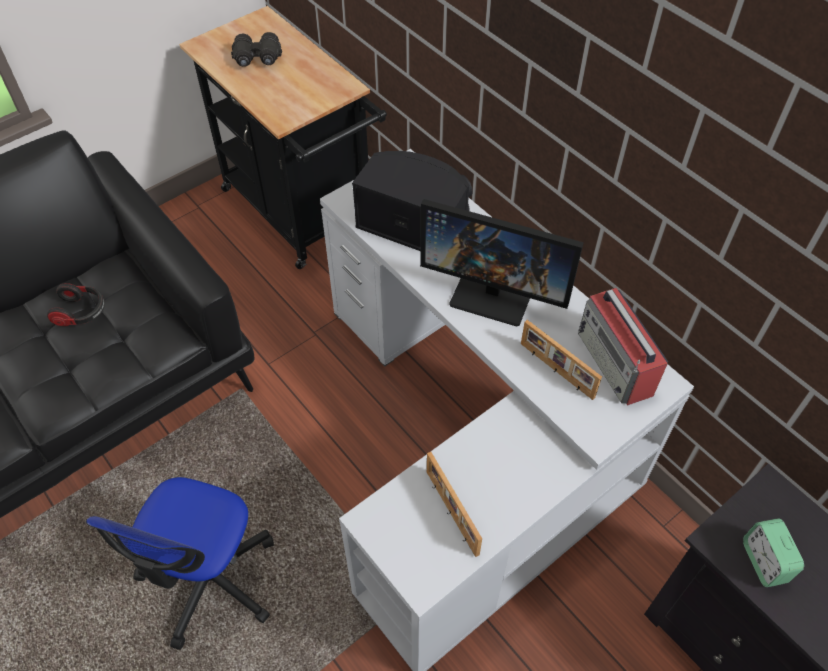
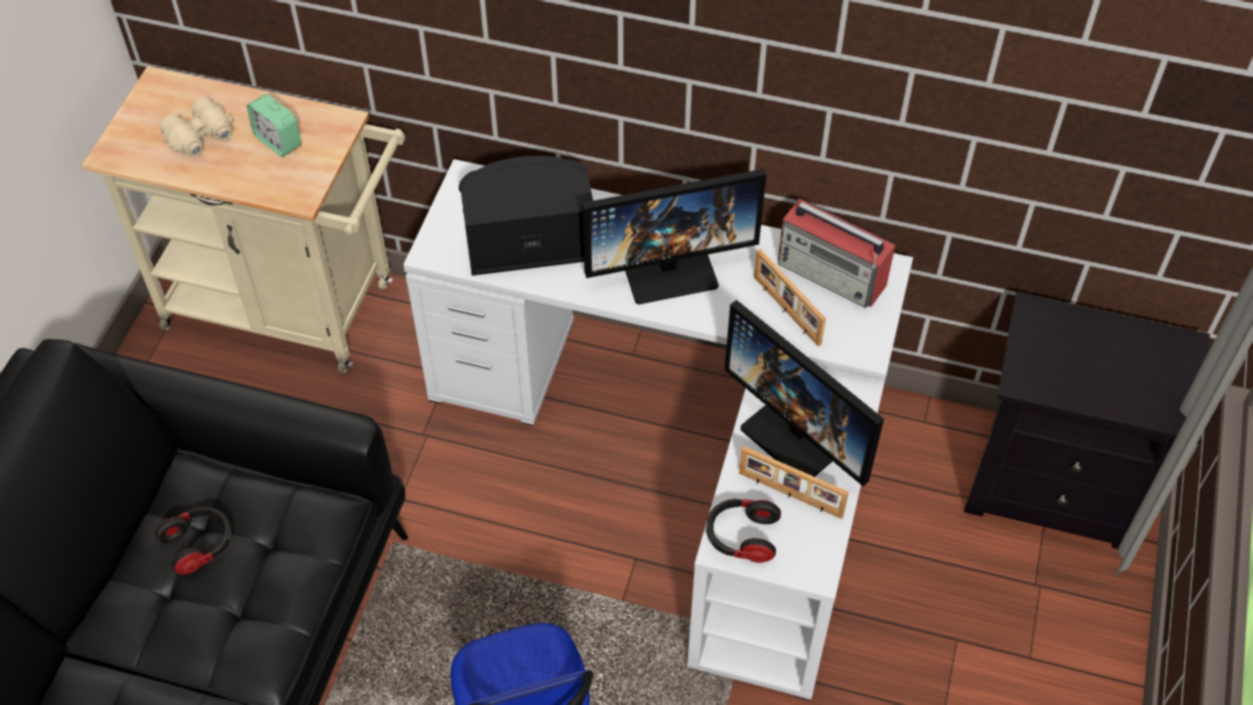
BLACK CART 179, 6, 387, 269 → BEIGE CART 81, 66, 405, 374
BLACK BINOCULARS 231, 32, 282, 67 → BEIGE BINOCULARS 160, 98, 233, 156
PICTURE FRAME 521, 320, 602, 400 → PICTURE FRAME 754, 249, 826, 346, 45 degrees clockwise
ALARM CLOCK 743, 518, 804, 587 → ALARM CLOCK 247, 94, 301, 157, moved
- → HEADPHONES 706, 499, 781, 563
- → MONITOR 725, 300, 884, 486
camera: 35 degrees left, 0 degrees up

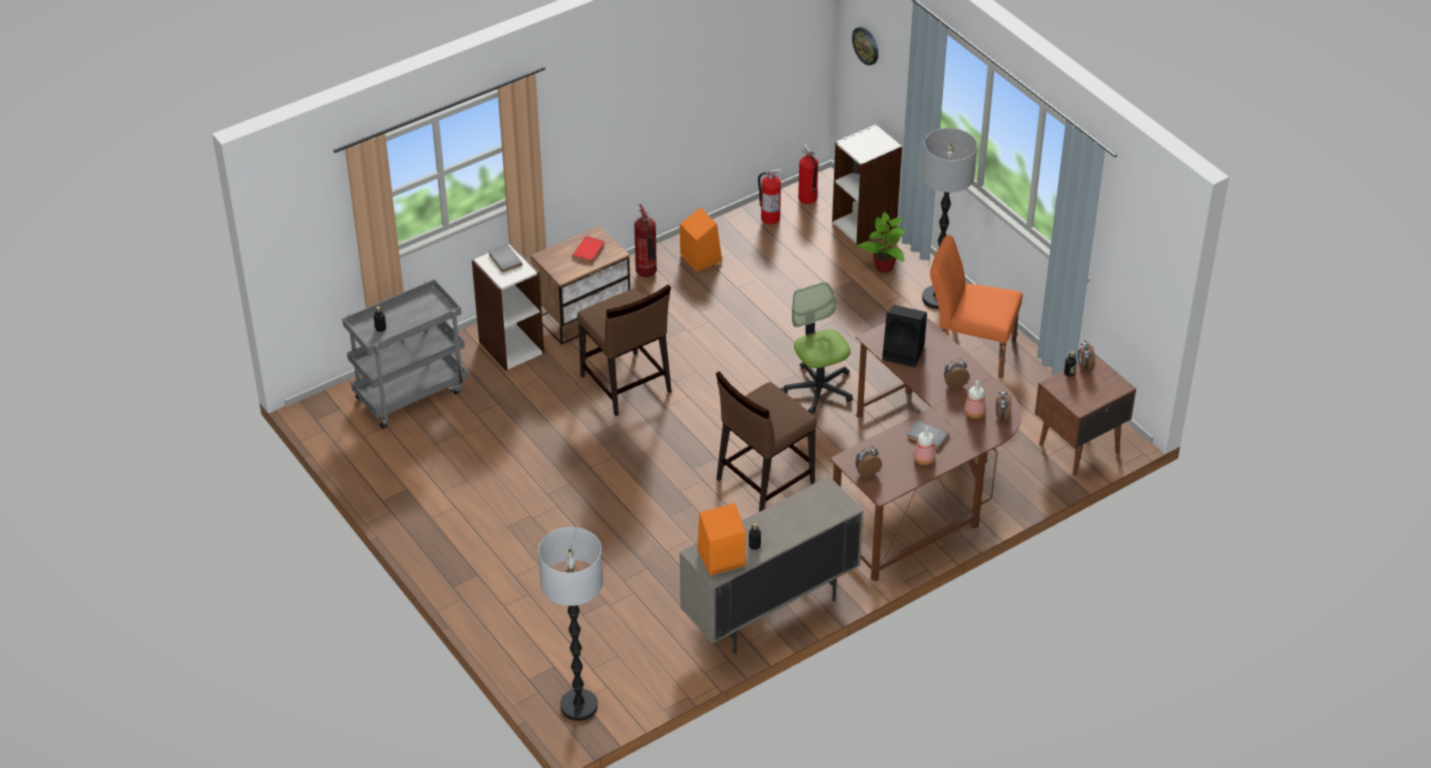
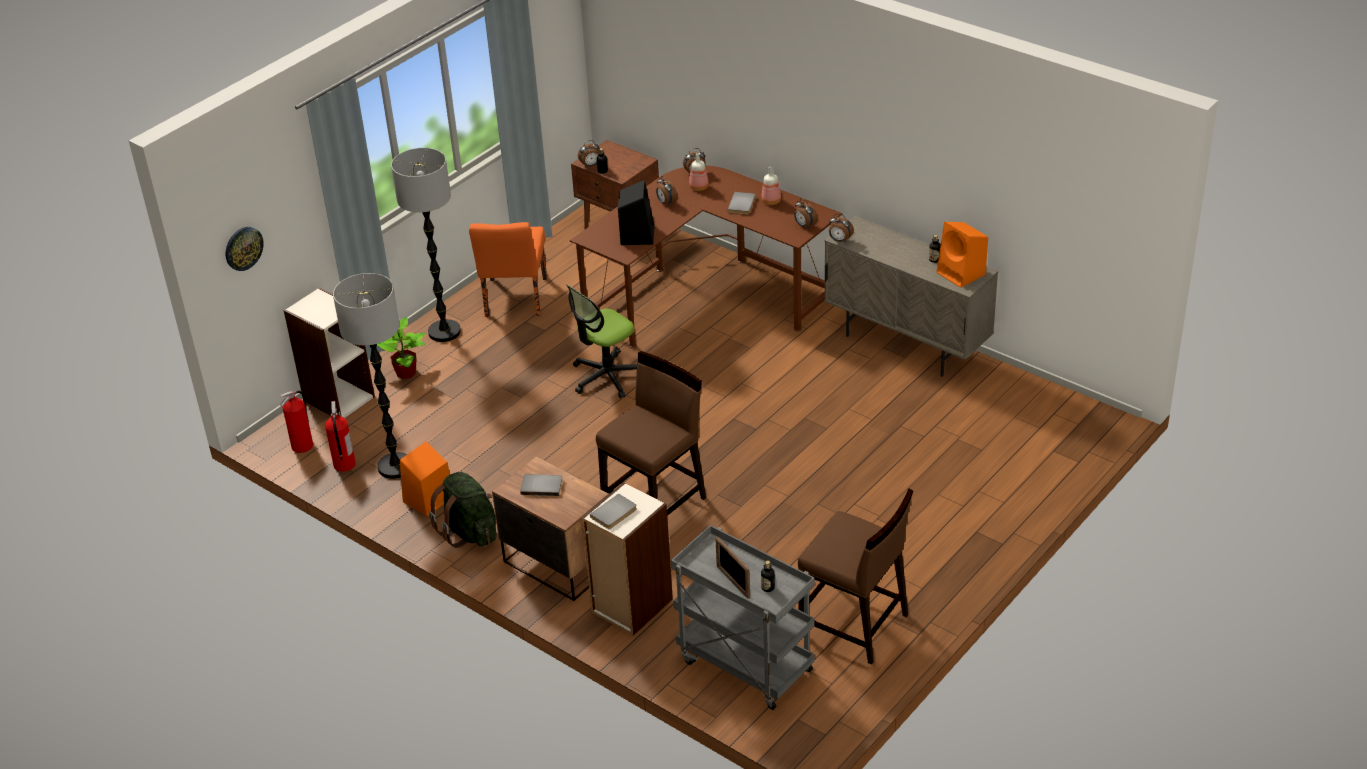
FLOOR LAMP 538, 527, 603, 721 → FLOOR LAMP 333, 273, 407, 479, moved
RED BOOK 572, 236, 605, 264 → GREY BOOK 520, 474, 563, 496
FIRE EXTINGUISHER 634, 204, 657, 277 → GREEN BACKPACK 429, 472, 497, 548
BROWN CHAIR 716, 371, 817, 512 → BROWN CHAIR 798, 488, 913, 665, moved
- → PICTURE FRAME 716, 536, 750, 599
- → ALARM CLOCK 829, 214, 854, 243
camera: 105 degrees left, 5 degrees down

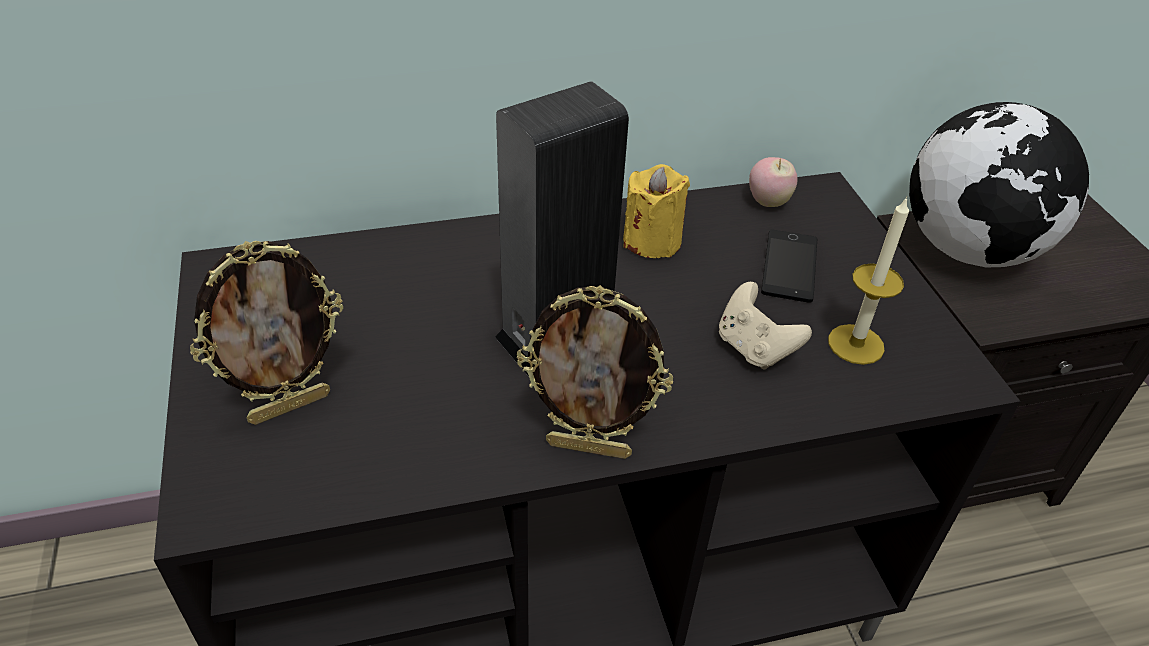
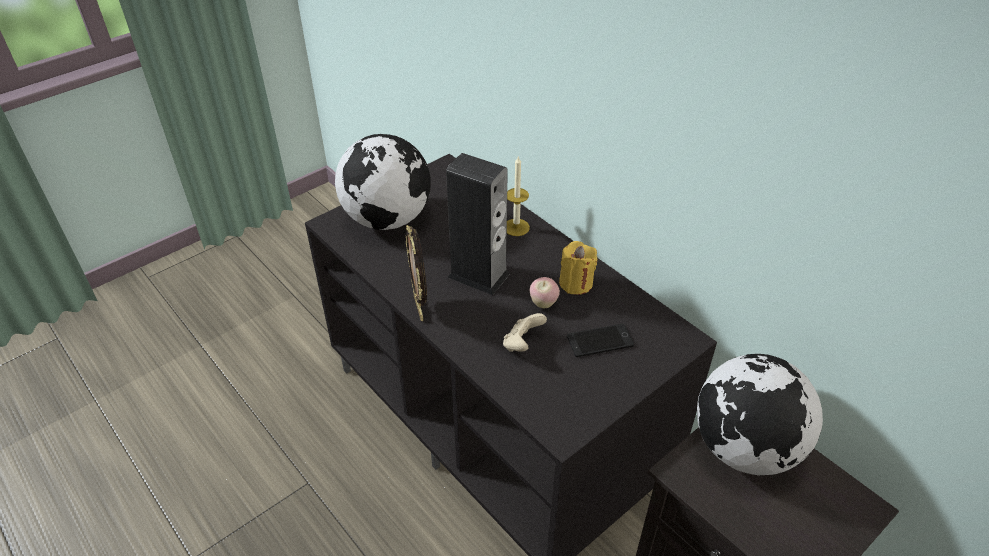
PICTURE FRAME 190, 241, 343, 425 → GLOBE 335, 134, 431, 230
APPLE 749, 157, 798, 207 → APPLE 530, 277, 560, 308, moved
CANDLE 828, 196, 909, 365 → CANDLE 507, 155, 530, 236, moved
camera: 65 degrees right, 0 degrees up

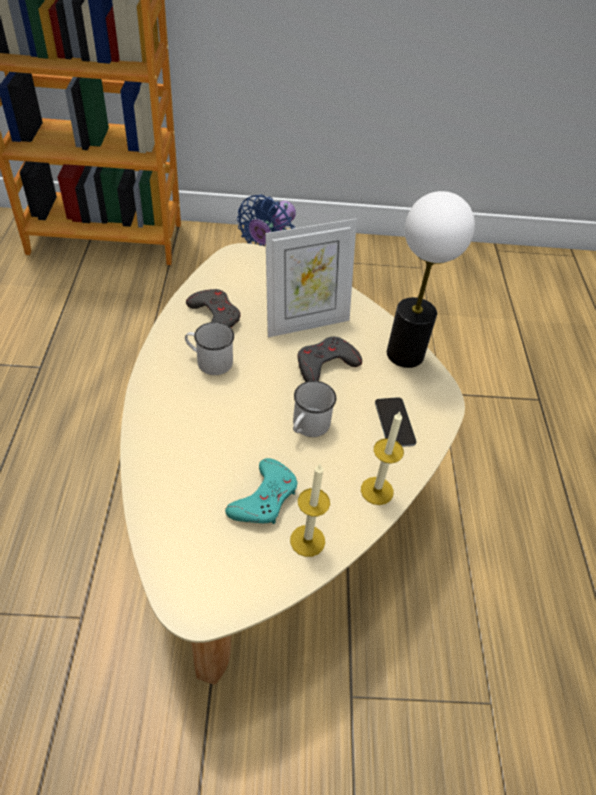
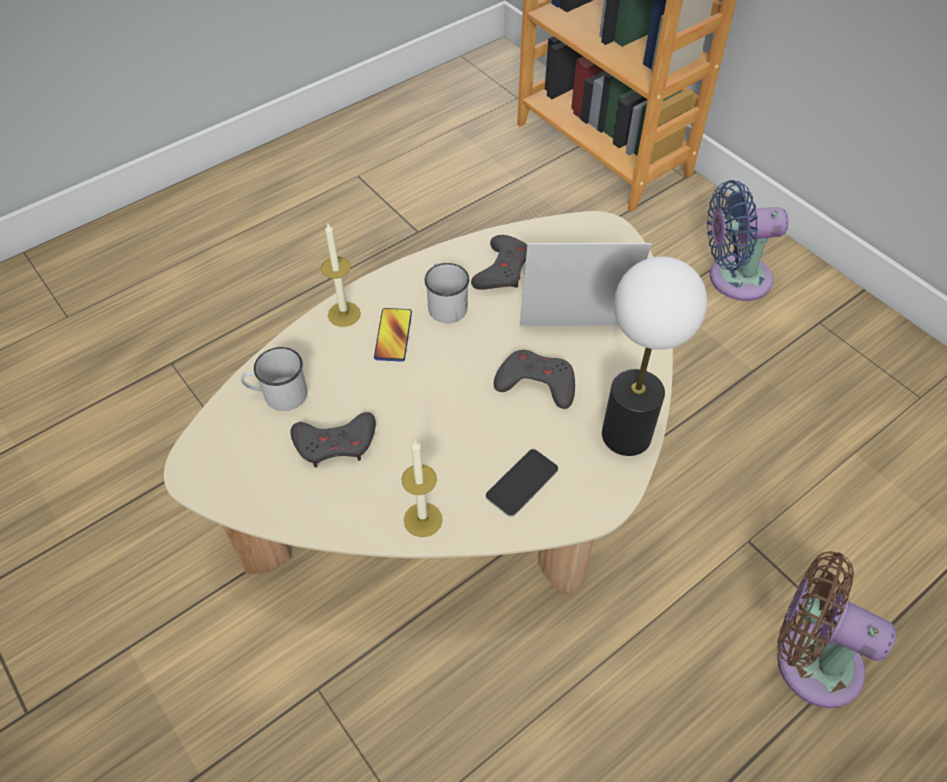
TURQUOISE GAME CONTROLLER 225, 458, 297, 524 → GREY GAME CONTROLLER 290, 412, 376, 467
PICTURE FRAME 265, 219, 357, 337 → PICTURE FRAME 520, 243, 651, 326, 150 degrees clockwise
CANDLE 290, 464, 330, 557 → CANDLE 321, 222, 361, 327, moved
WHITE MUG 293, 381, 336, 437 → WHITE MUG 241, 347, 308, 411, moved
- → PHONE 374, 308, 412, 362
- → BROWN FAN 777, 551, 897, 708
camera: 55 degrees right, 5 degrees up

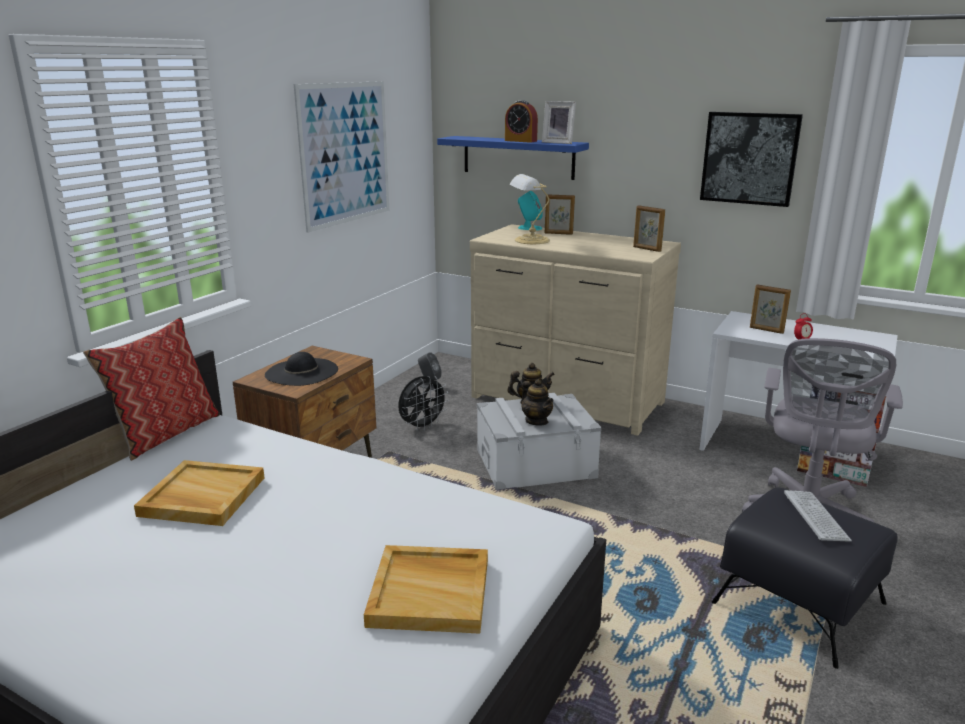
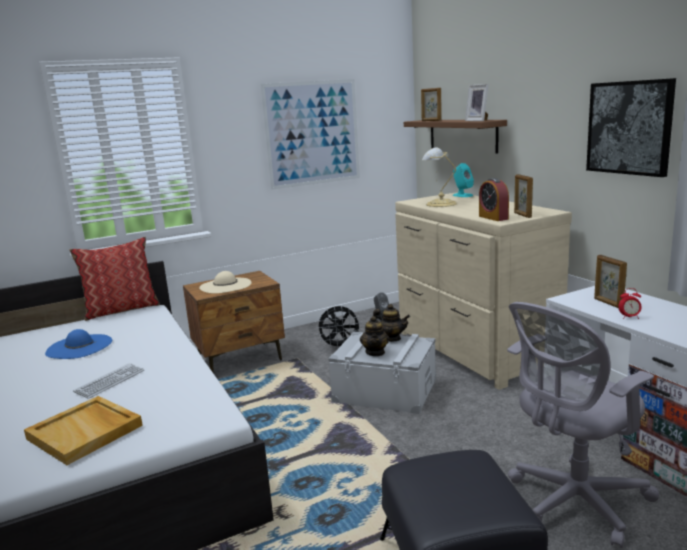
BEIGE TRAY 134, 460, 265, 526 → BLUE HAT 45, 329, 112, 359
BLACK HAT 265, 352, 338, 386 → BEIGE HAT 199, 271, 252, 294
BLUE SHELF 437, 136, 589, 180 → BROWN SHELF 404, 120, 507, 154
ALARM CLOCK 505, 100, 538, 143 → ALARM CLOCK 479, 178, 509, 221, moved
PICTURE FRAME 545, 194, 575, 235 → PICTURE FRAME 421, 88, 442, 121, moved
KEYBOARD 784, 490, 852, 542 → KEYBOARD 73, 363, 144, 399, moved
camera: 35 degrees right, 5 degrees down

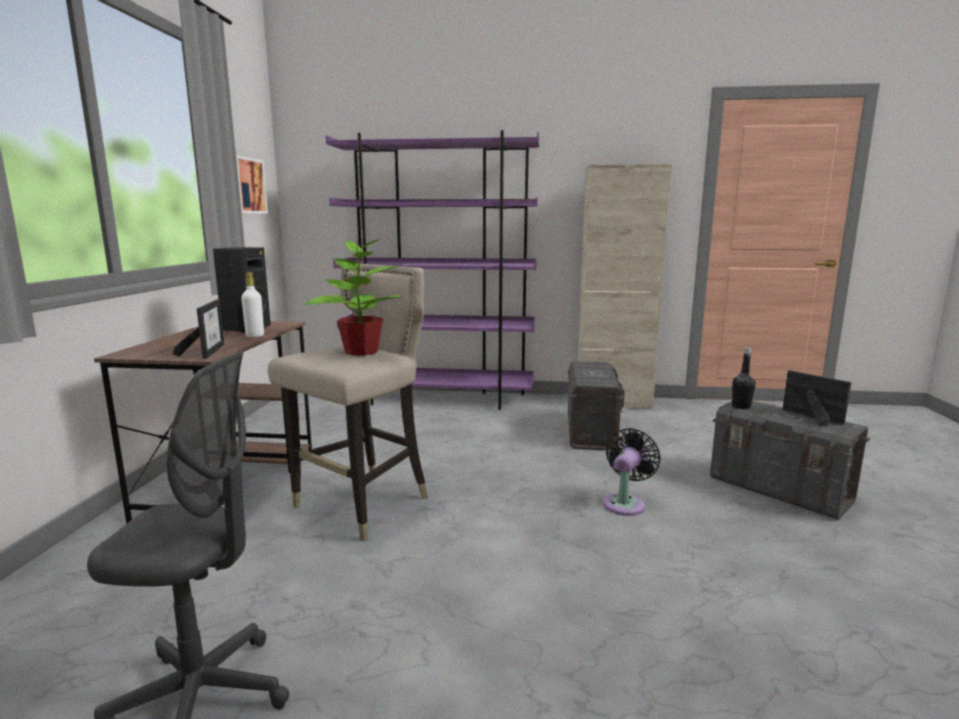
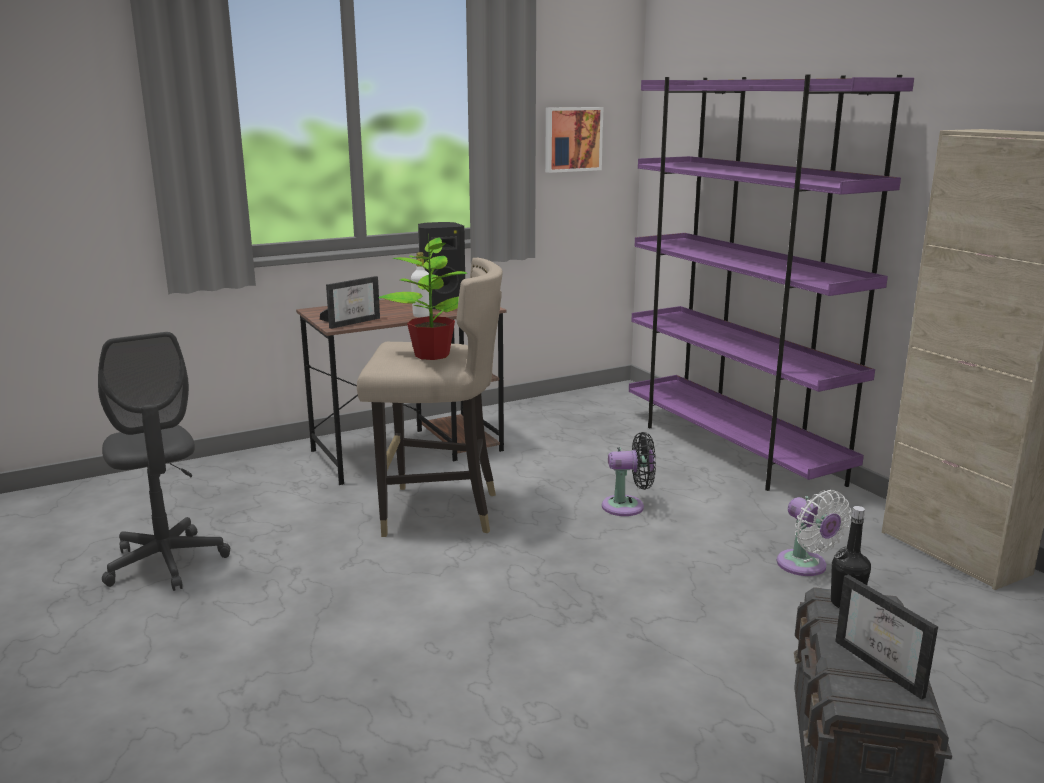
GREY STORAGE BOX 568, 361, 625, 451 → WHITE FAN 777, 490, 851, 576
BLACK FAN 603, 428, 661, 516 → BLACK FAN 602, 432, 656, 516, moved
PICTURE FRAME 782, 370, 852, 427 → PICTURE FRAME 835, 575, 938, 700, 135 degrees clockwise
camera: 55 degrees right, 5 degrees up

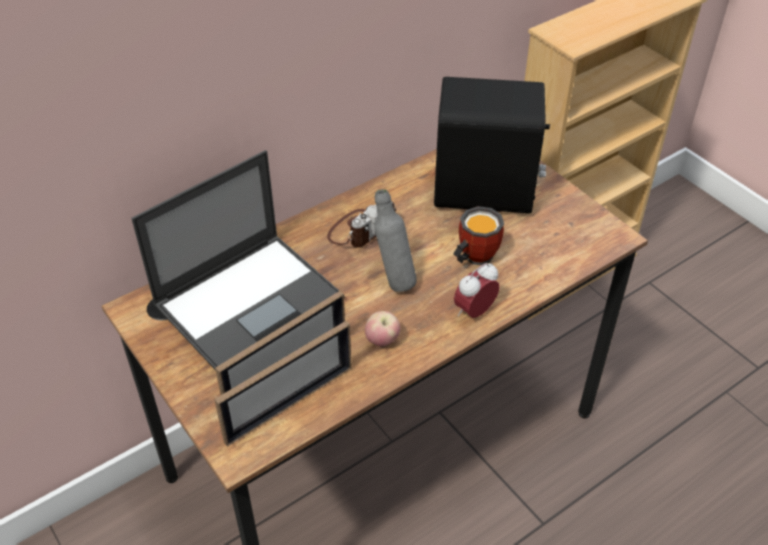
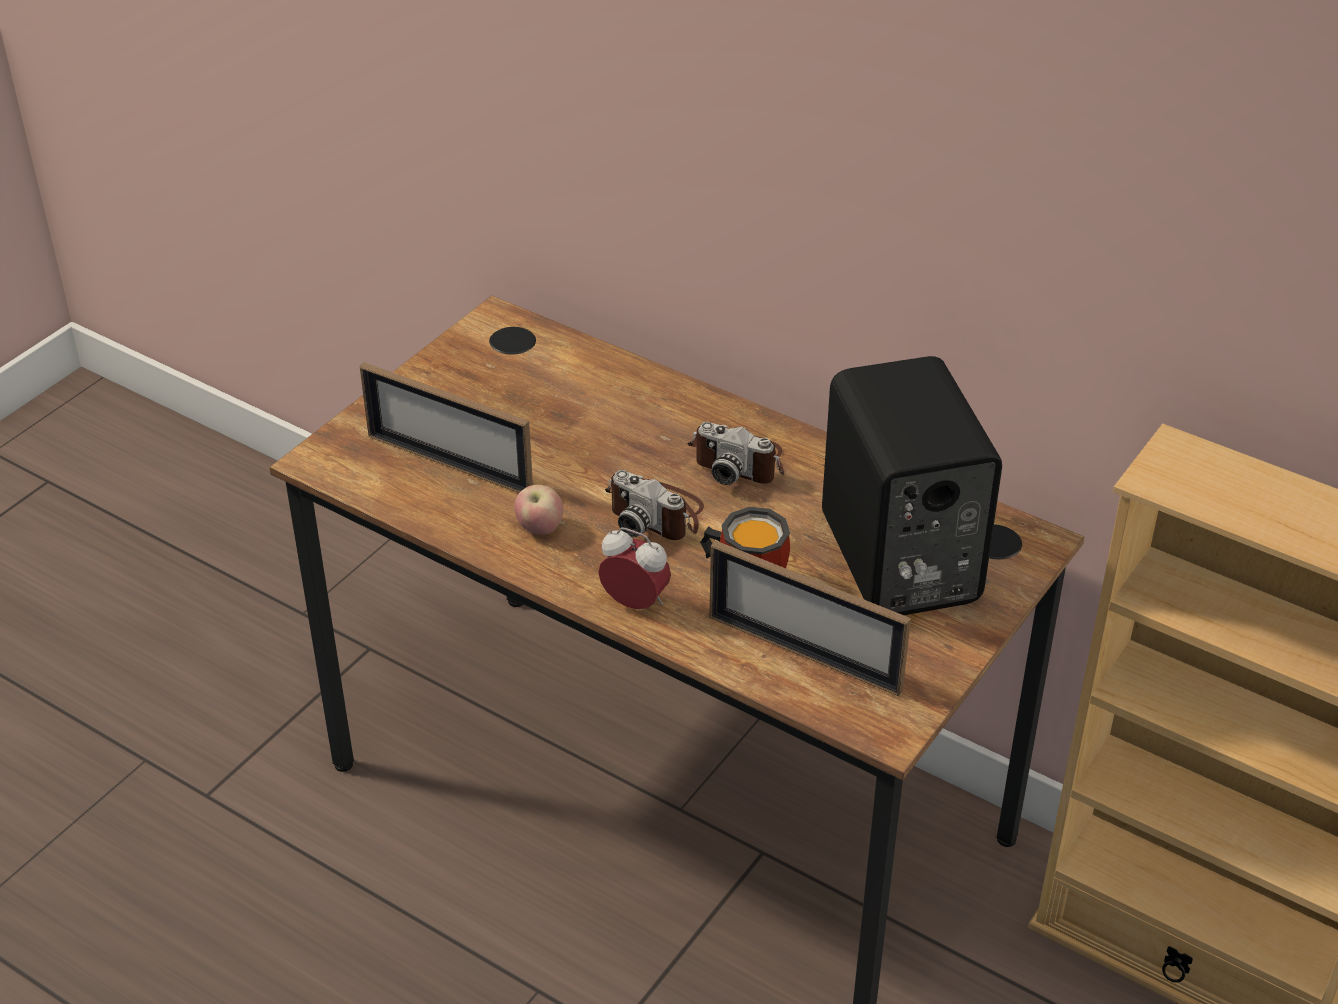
LAPTOP 131, 150, 339, 371 → -
PICTURE FRAME 214, 321, 352, 447 → PICTURE FRAME 709, 540, 911, 696, moved
GREY BOTTLE 374, 189, 417, 292 → PHOTO CAMERA 605, 470, 704, 540
camera: 70 degrees right, 5 degrees down

